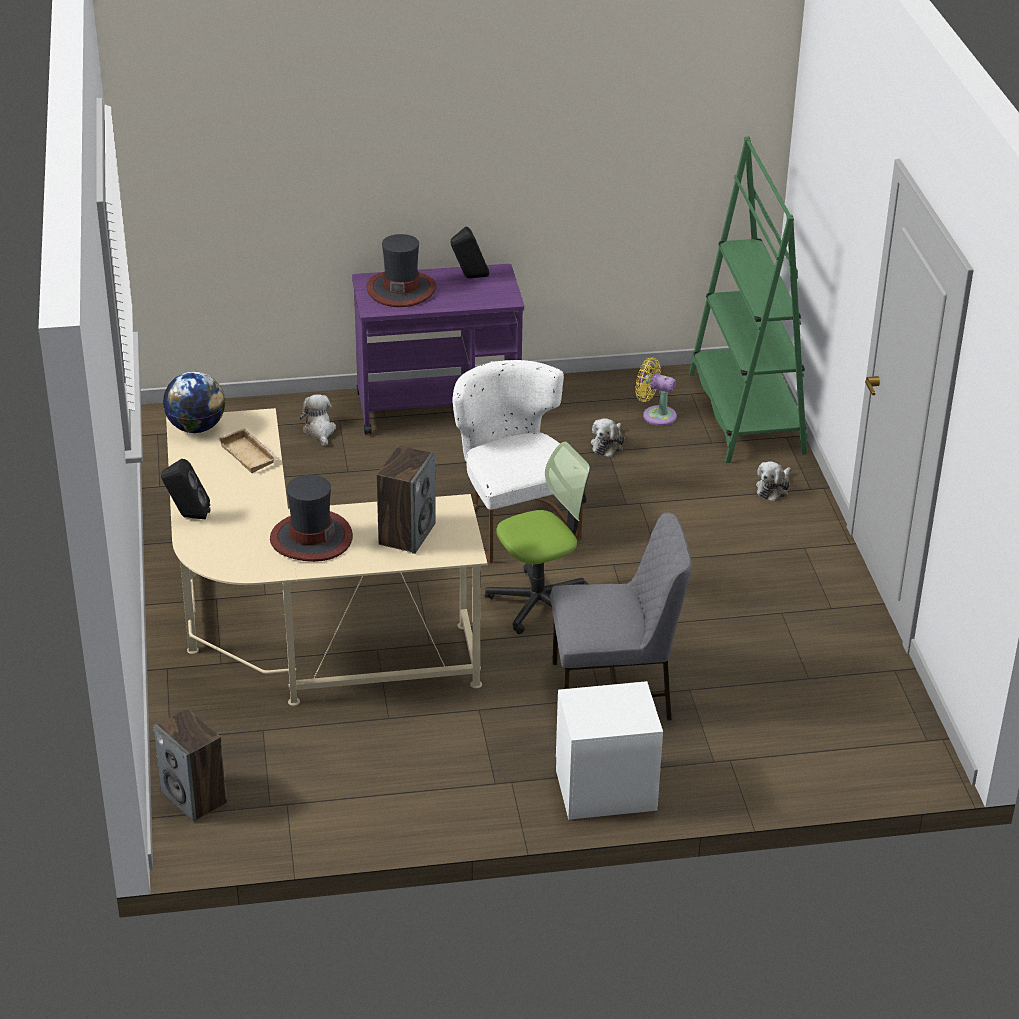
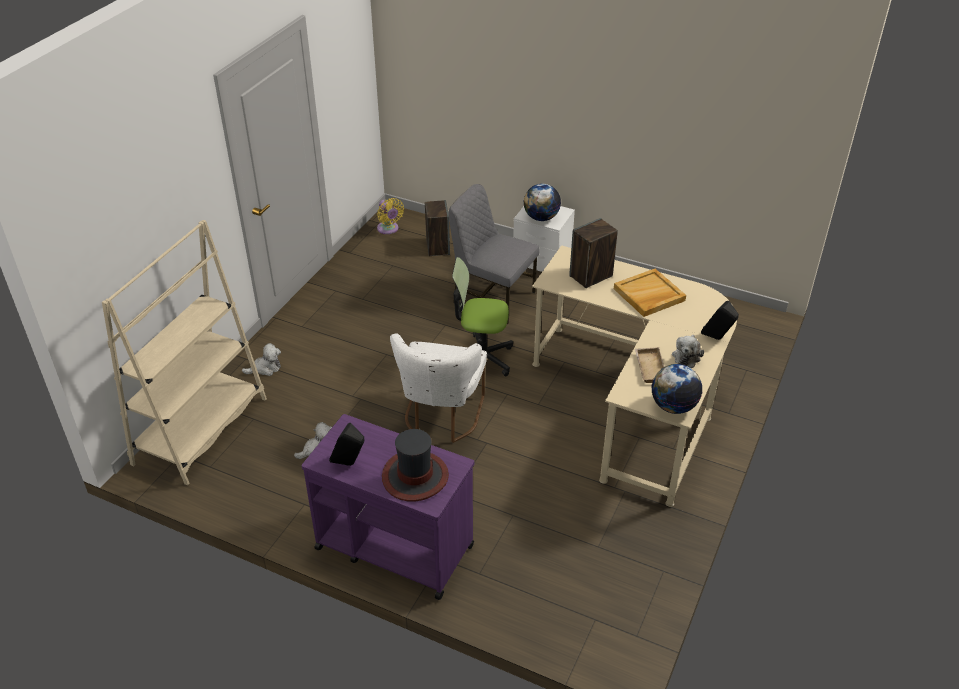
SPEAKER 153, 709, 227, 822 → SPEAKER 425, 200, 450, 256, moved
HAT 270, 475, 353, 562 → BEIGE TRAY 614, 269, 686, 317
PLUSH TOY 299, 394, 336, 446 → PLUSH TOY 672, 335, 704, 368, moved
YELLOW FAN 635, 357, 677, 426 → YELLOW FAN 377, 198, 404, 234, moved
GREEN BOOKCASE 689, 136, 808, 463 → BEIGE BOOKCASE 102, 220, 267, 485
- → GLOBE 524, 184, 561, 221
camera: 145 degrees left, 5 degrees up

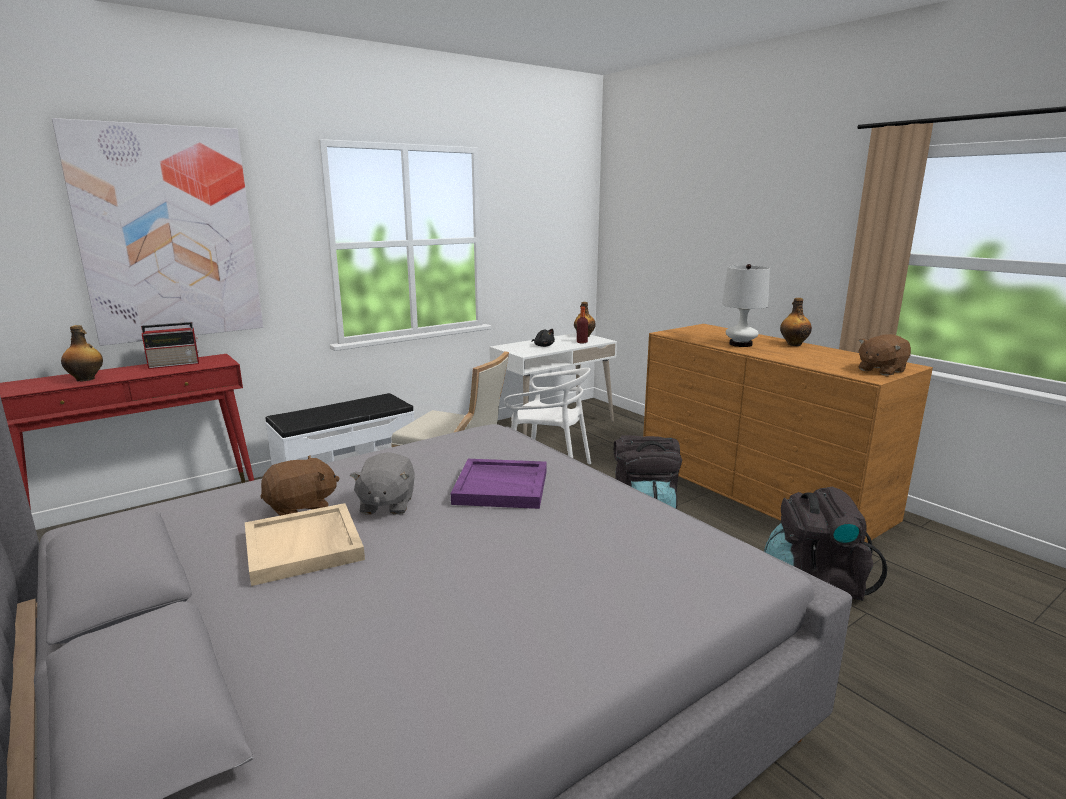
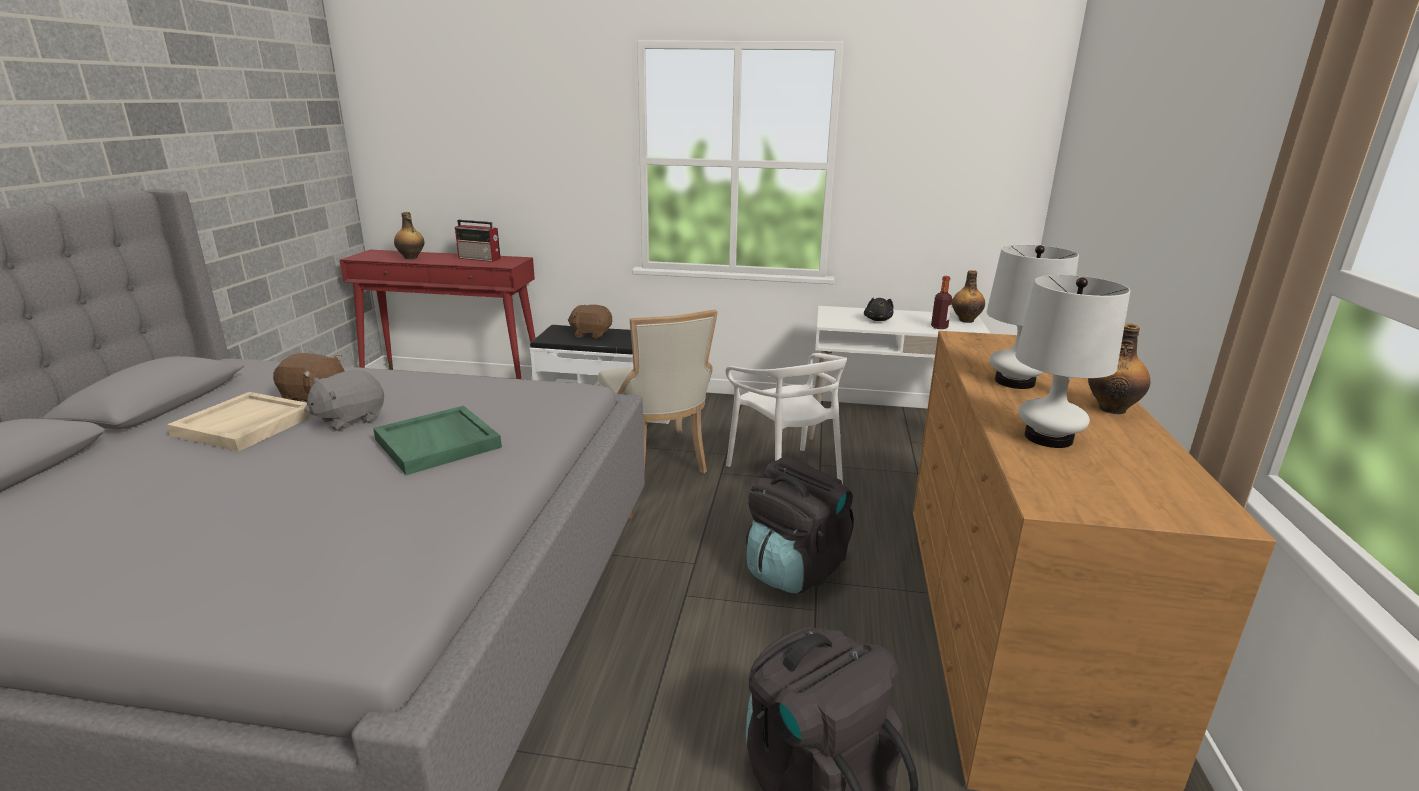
PICTURE 52, 118, 263, 346 → -
PURPLE TRAY 451, 459, 547, 509 → GREEN TRAY 373, 406, 502, 475
BROWN PLUSH TOY 858, 334, 911, 376 → BROWN PLUSH TOY 568, 305, 612, 339, moved
- → WHITE TABLE LAMP 1015, 275, 1130, 448
camera: 45 degrees right, 5 degrees up

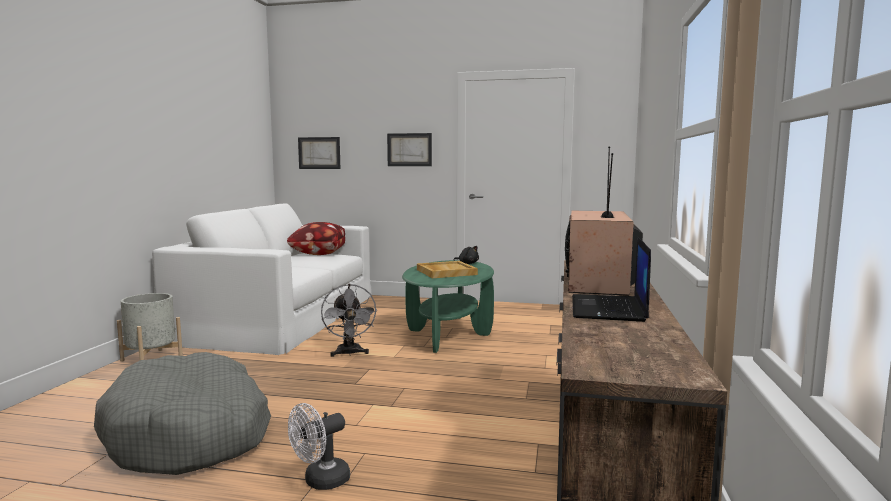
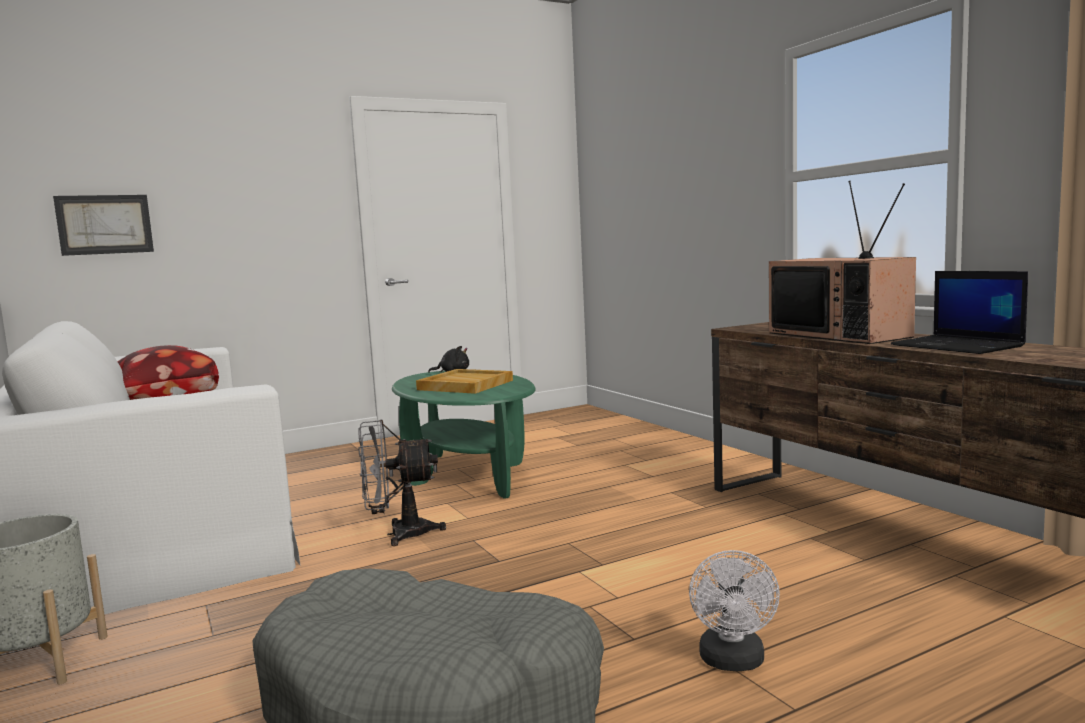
GREY FAN 321, 284, 377, 357 → GREY FAN 358, 419, 446, 546, 135 degrees clockwise
PICTURE 387, 133, 432, 166 → -
camera: 40 degrees left, 0 degrees up

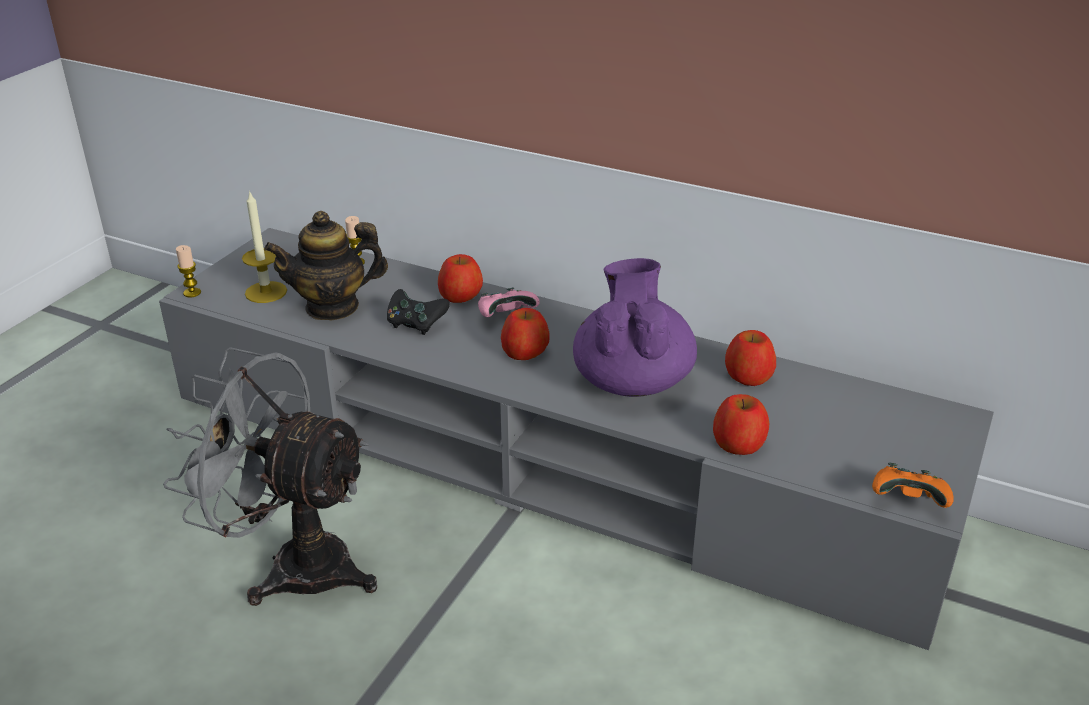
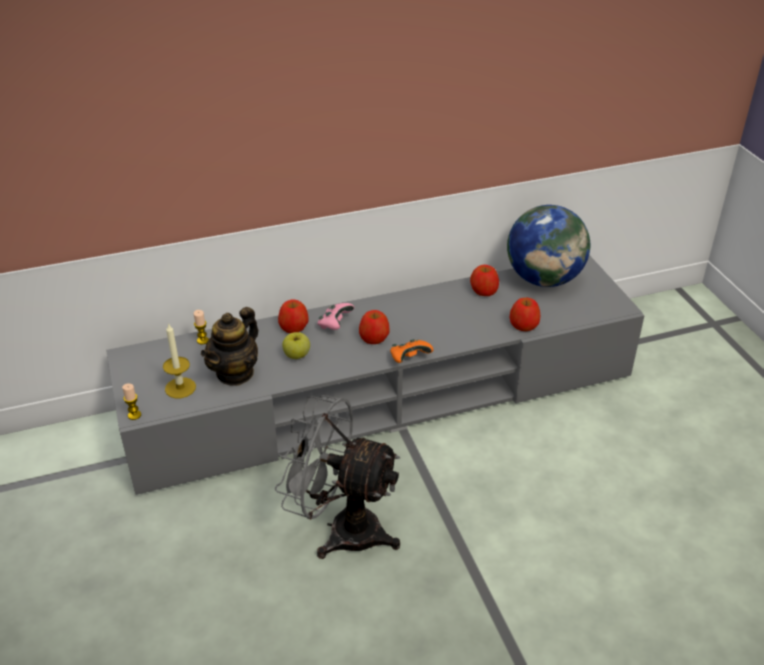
GREY FAN 163, 347, 377, 606 → GREY FAN 275, 395, 400, 559, 45 degrees clockwise
BLACK GAME CONTROLLER 387, 289, 450, 335 → APPLE 282, 332, 310, 359
PURPLE TEAPOT 573, 258, 697, 397 → -
ORANGE GAME CONTROLLER 872, 463, 953, 508 → ORANGE GAME CONTROLLER 390, 339, 433, 363, moved
- → GLOBE 507, 205, 590, 287
camera: 45 degrees left, 5 degrees up

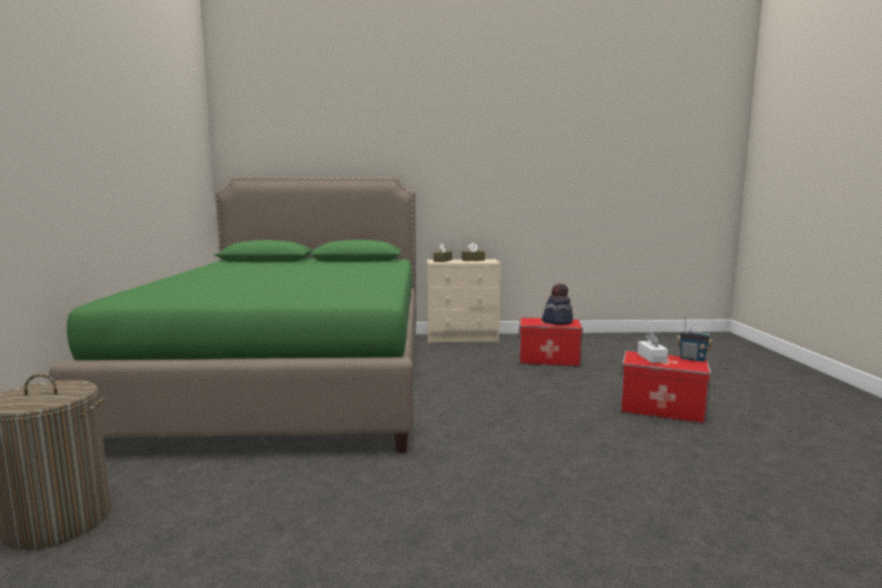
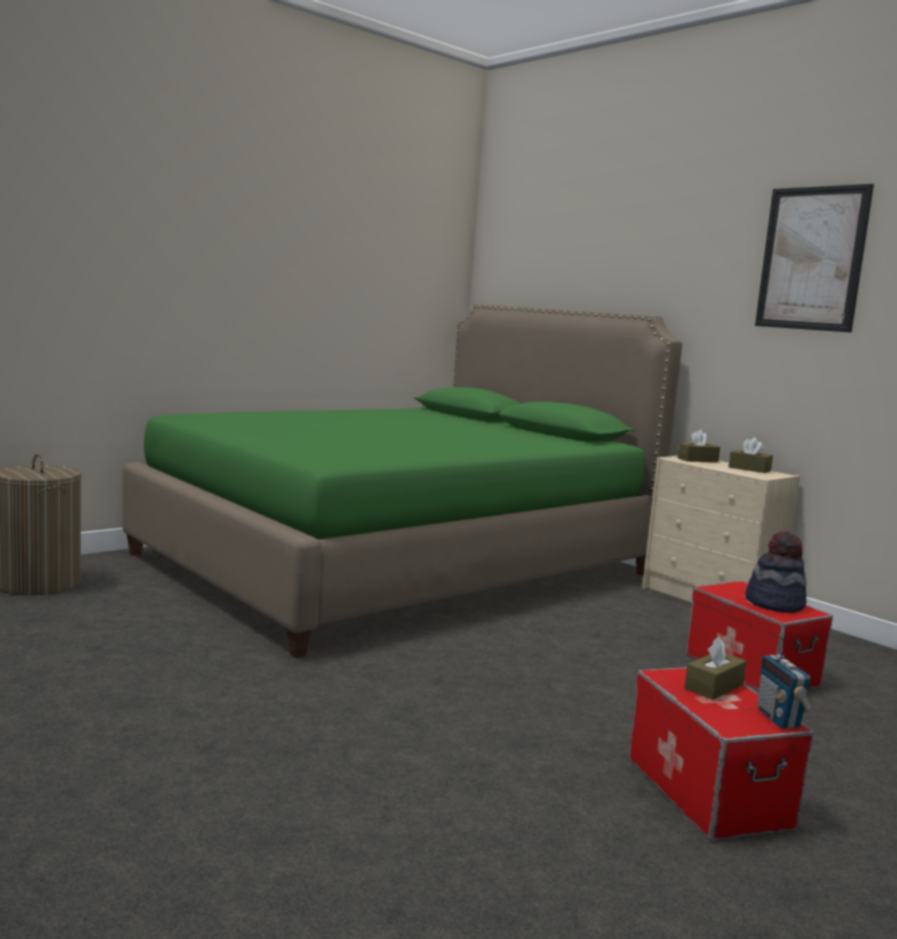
WHITE TISSUE BOX 637, 332, 668, 363 → BROWN TISSUE BOX 684, 637, 747, 700
- → PICTURE 755, 184, 874, 332
camera: 50 degrees right, 0 degrees up

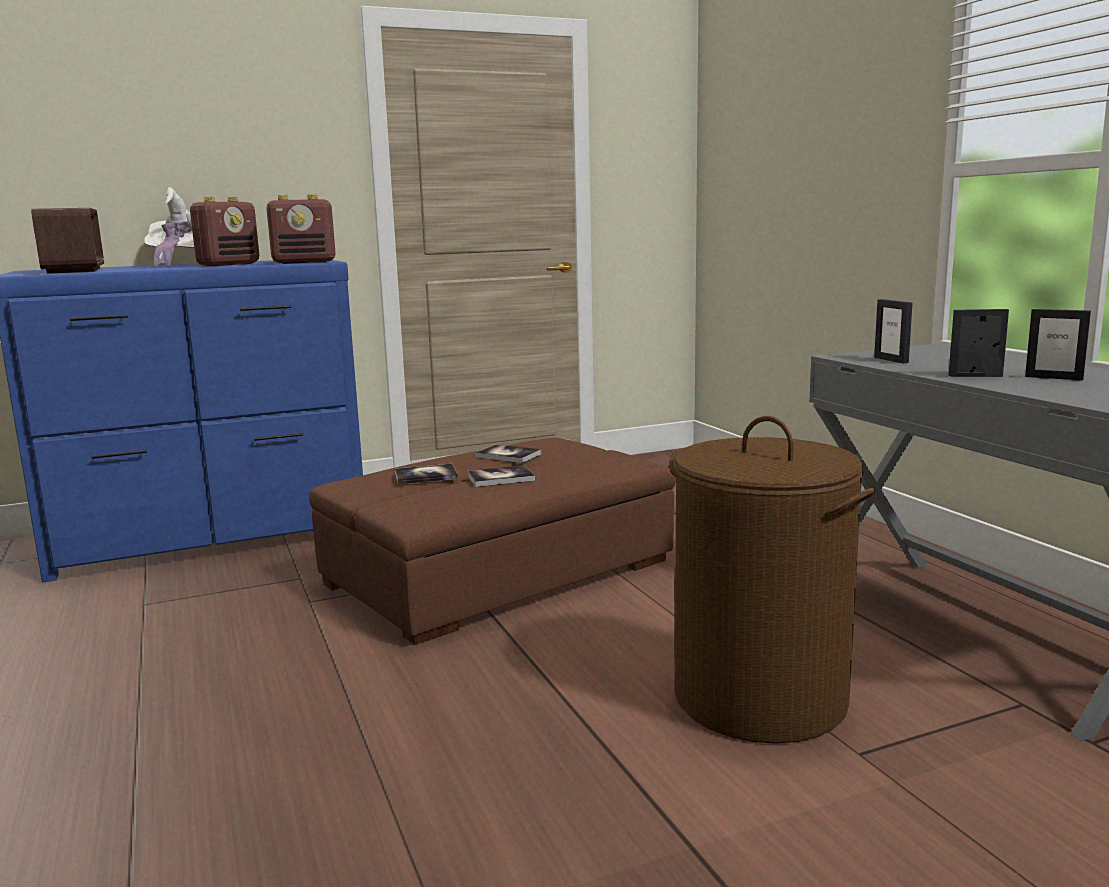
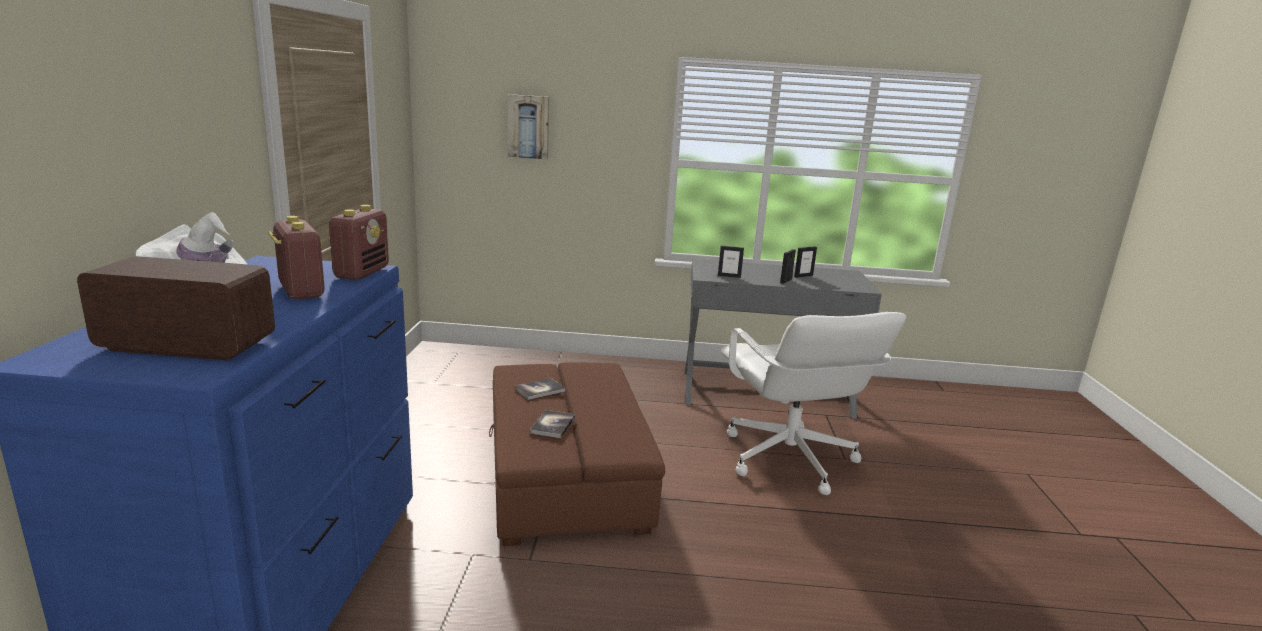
BOOK 467, 465, 535, 487 → -
BROWN LAUNDRY BASKET 669, 416, 875, 744 → WHITE OFFICE CHAIR 721, 312, 906, 495
- → PICTURE 508, 94, 549, 159
camera: 65 degrees left, 5 degrees up

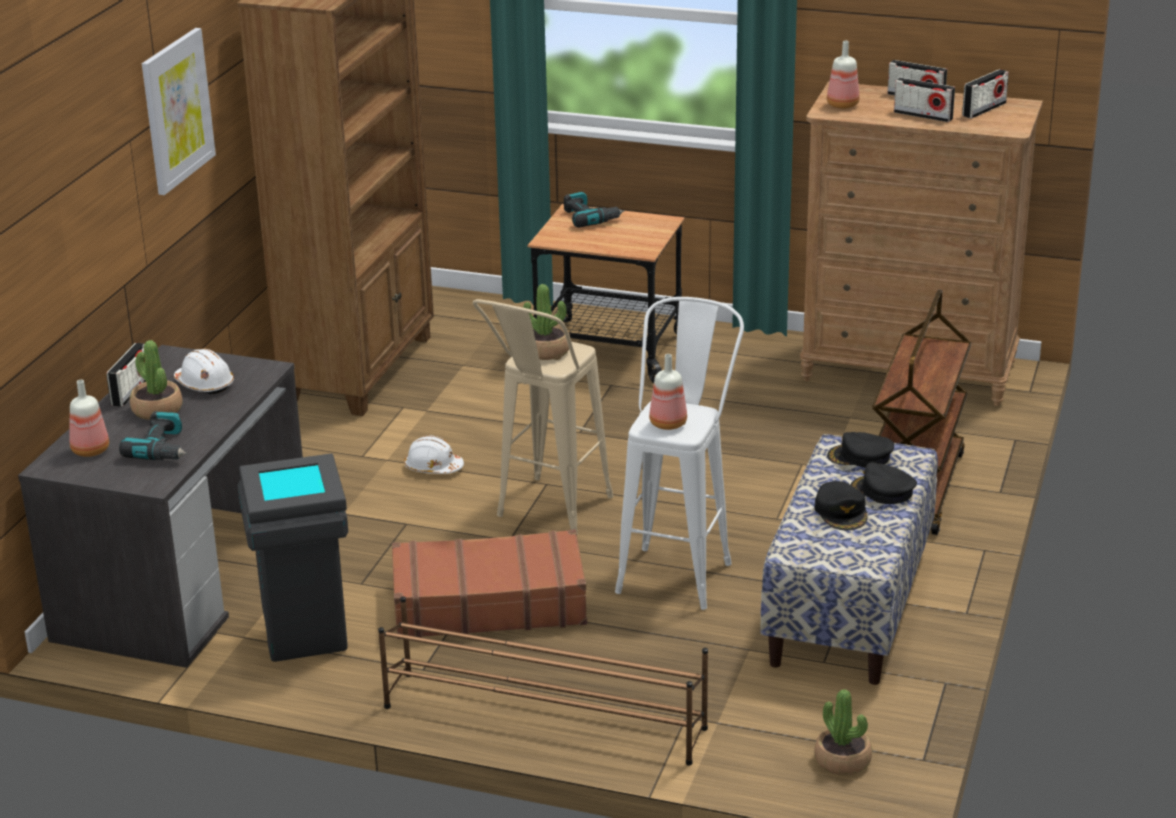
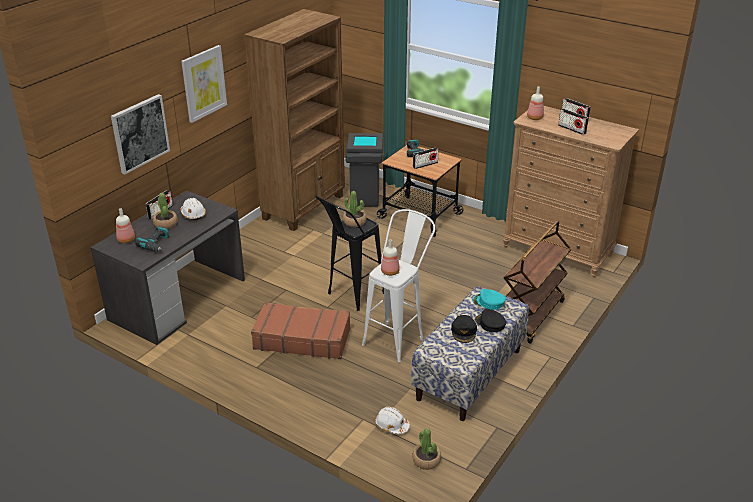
GREY TRASH CAN 237, 453, 348, 662 → GREY TRASH CAN 345, 133, 383, 207, moved
BROWN SHOE RACK 378, 596, 708, 766 → -
WHITE HARD HAT 404, 436, 464, 474 → WHITE HARD HAT 375, 407, 410, 434, moved
BEIGE STOOL 473, 299, 613, 535 → BLACK STOOL 315, 195, 384, 311
BLACK CAP 827, 432, 894, 468 → TURQUOISE CAP 472, 289, 506, 310
RADIO 962, 69, 1009, 118 → RADIO 413, 148, 439, 169, moved
- → PICTURE 111, 94, 170, 174
camera: 15 degrees right, 5 degrees up

